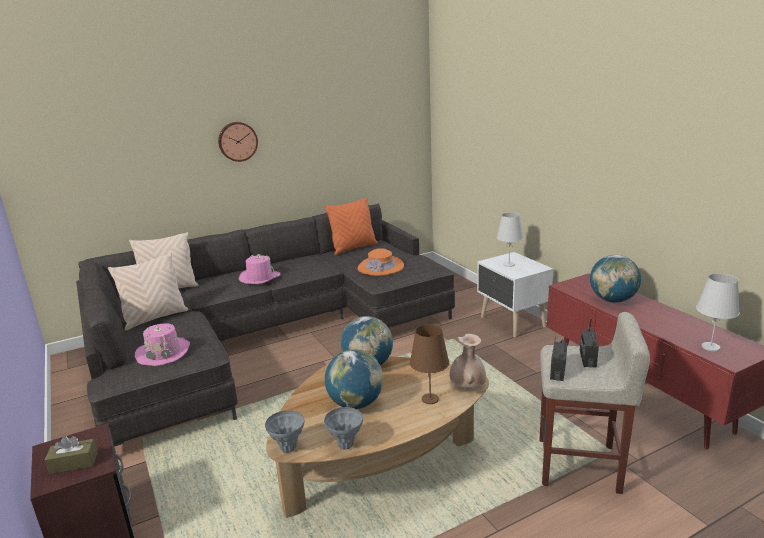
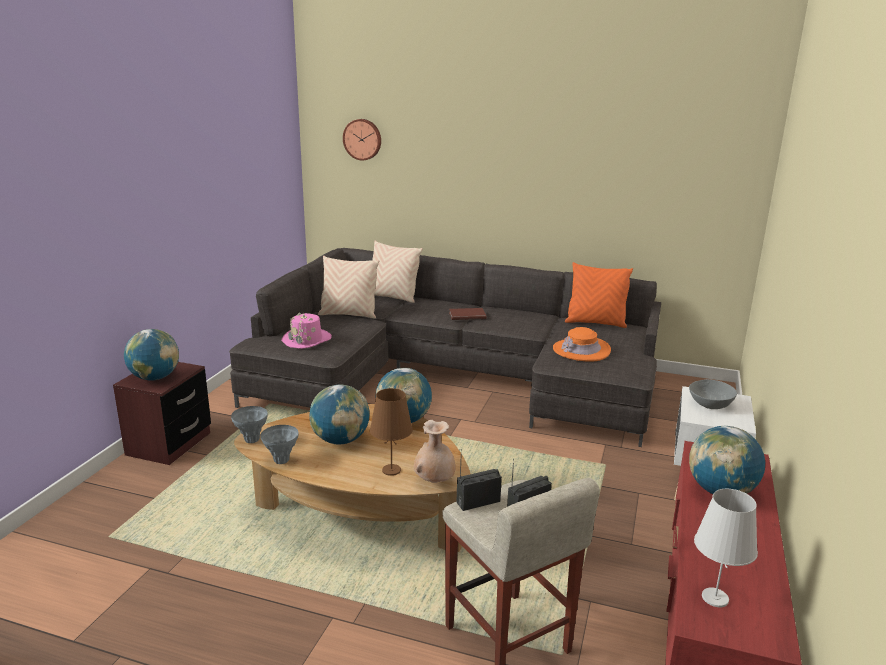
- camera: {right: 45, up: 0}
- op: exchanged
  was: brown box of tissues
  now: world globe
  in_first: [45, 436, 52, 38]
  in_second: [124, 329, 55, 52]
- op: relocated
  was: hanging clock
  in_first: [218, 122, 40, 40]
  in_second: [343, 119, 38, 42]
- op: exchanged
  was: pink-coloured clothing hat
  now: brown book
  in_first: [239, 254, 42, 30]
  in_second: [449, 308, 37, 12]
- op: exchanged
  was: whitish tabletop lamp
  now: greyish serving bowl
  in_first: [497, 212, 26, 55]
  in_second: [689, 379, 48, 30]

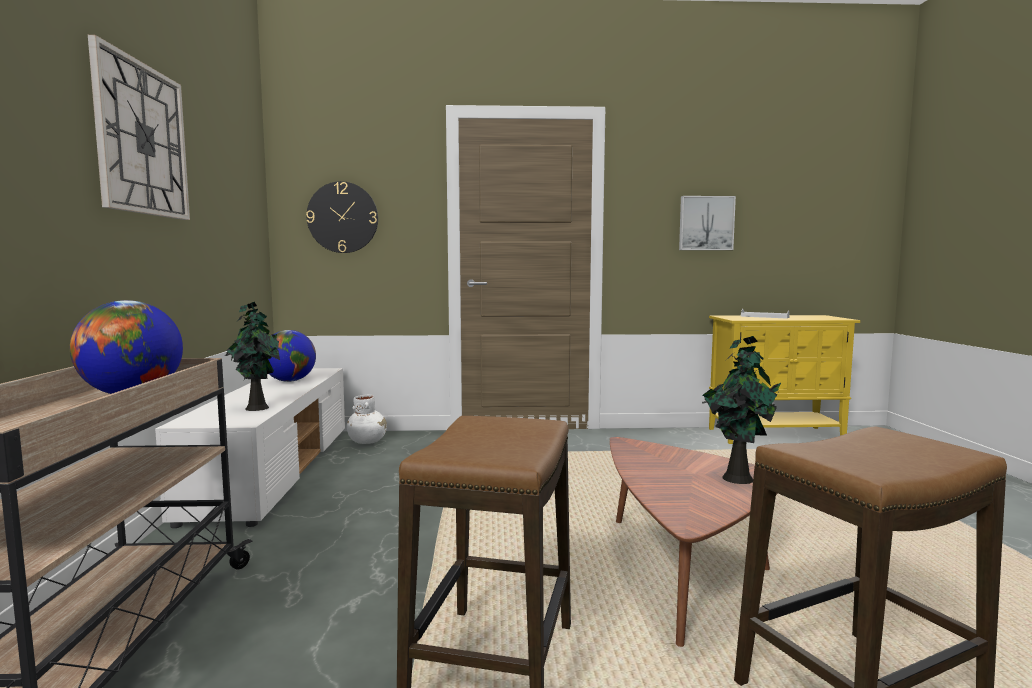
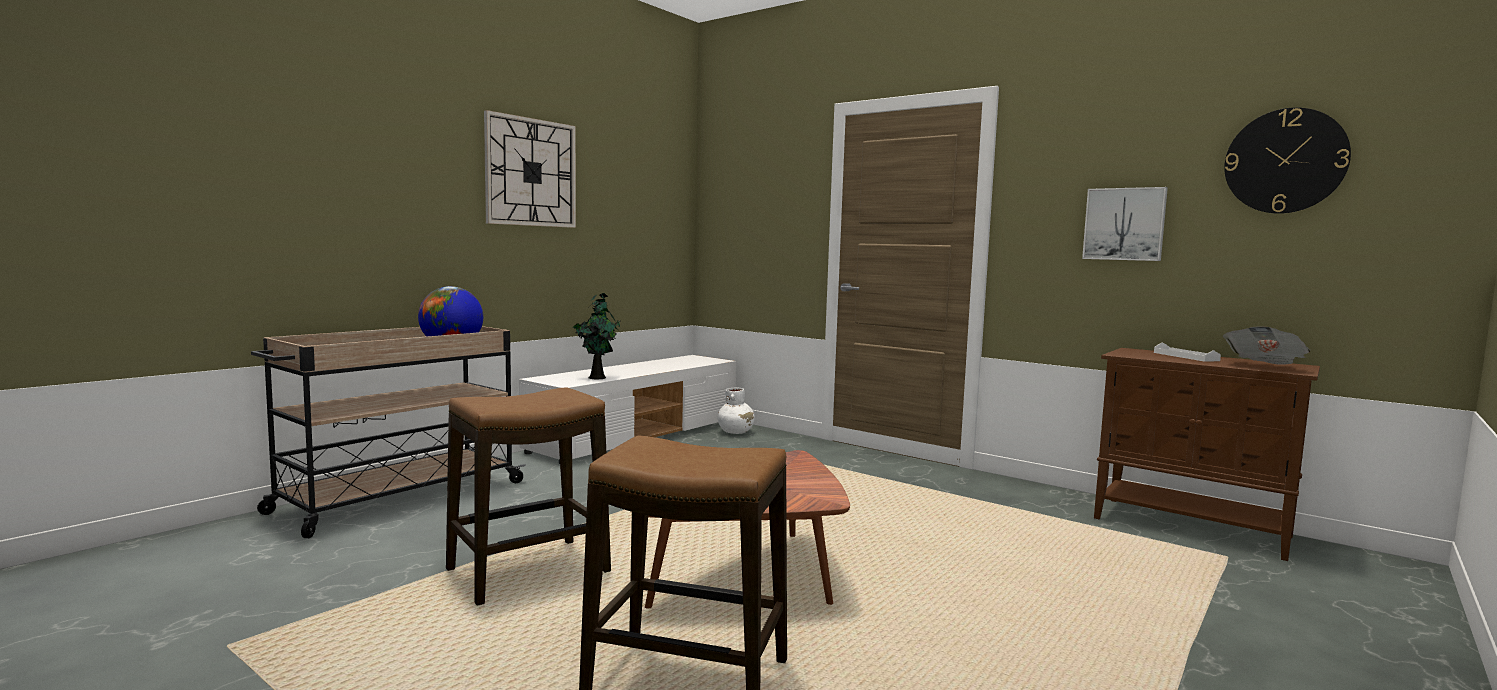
- camera: {right: 40, up: 0}
- op: colour
  was: yellowish storage cabinet
  now: brown storage cabinet
  in_first: [709, 315, 151, 129]
  in_second: [1094, 348, 226, 213]
- op: appeared
  now: printed paper
  in_second: [1223, 326, 87, 39]
- op: relocated
  was: hanging clock
  in_first: [306, 181, 72, 72]
  in_second: [1224, 108, 127, 106]
- op: missing
  was: world globe
  in_first: [268, 330, 48, 52]
- op: missing
  was: potted plant
  in_first: [702, 336, 79, 148]

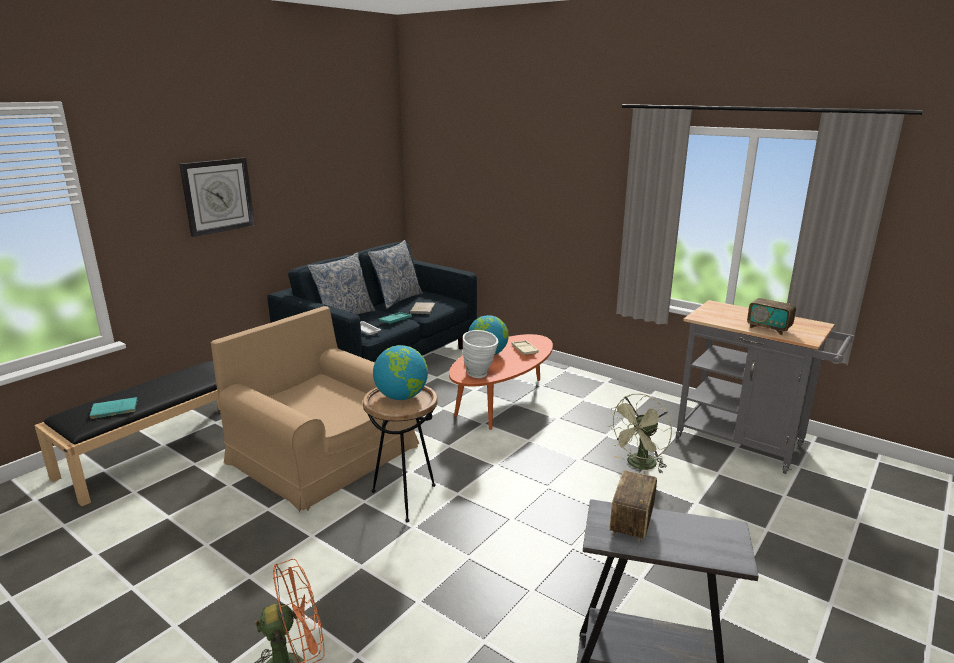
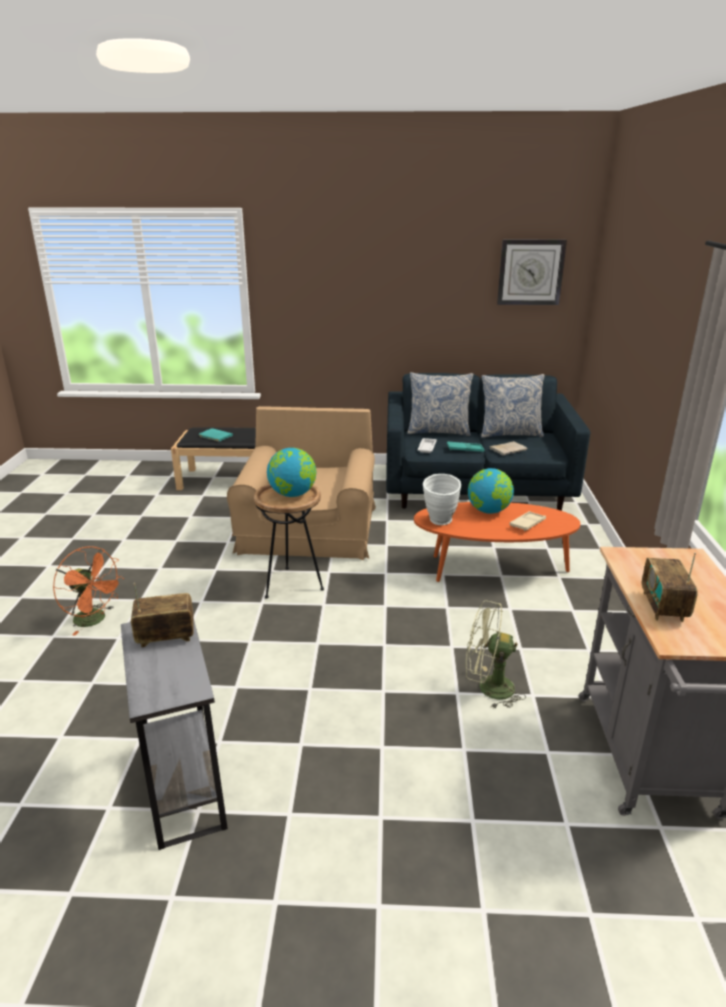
- camera: {right: 55, up: 5}
- op: relocated
  was: hanging clock
  in_first: [179, 158, 76, 79]
  in_second: [497, 239, 70, 66]

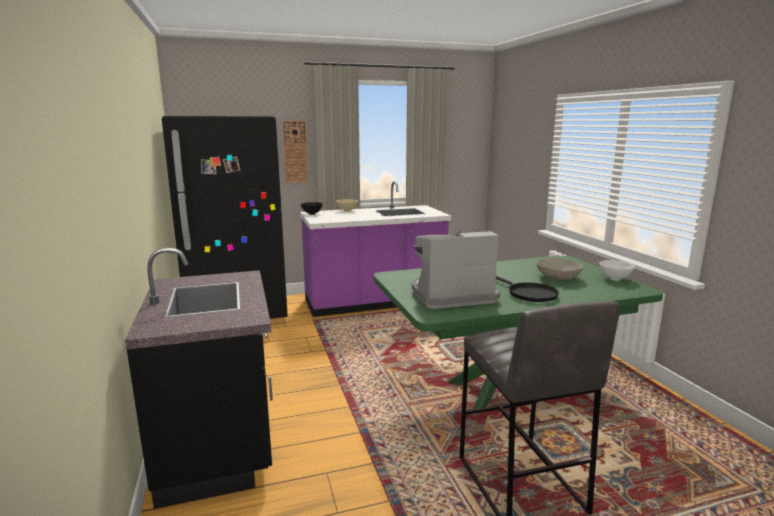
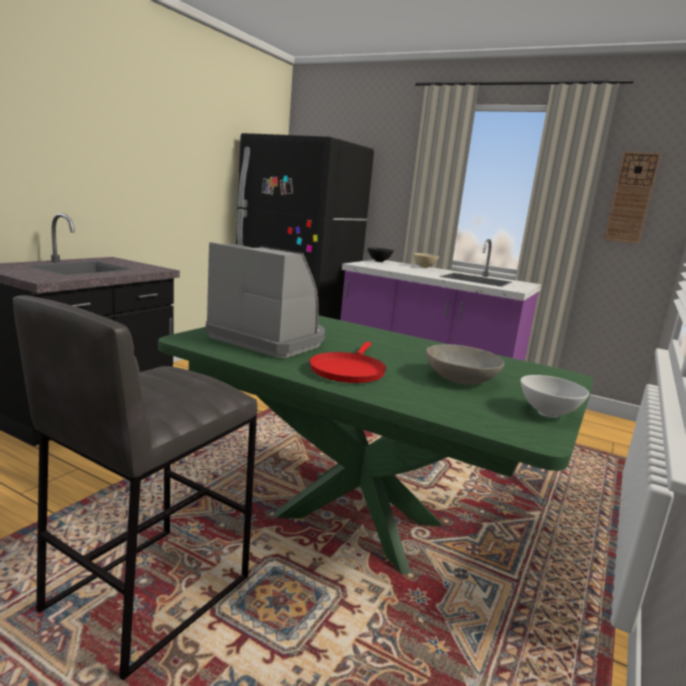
- camera: {right: 45, up: 0}
- op: colour
  was: blackish frying pan
  now: red-coloured frying pan
  in_first: [496, 276, 63, 26]
  in_second: [309, 342, 77, 41]
- op: relocated
  was: hanging clock
  in_first: [283, 121, 26, 62]
  in_second: [604, 152, 57, 92]

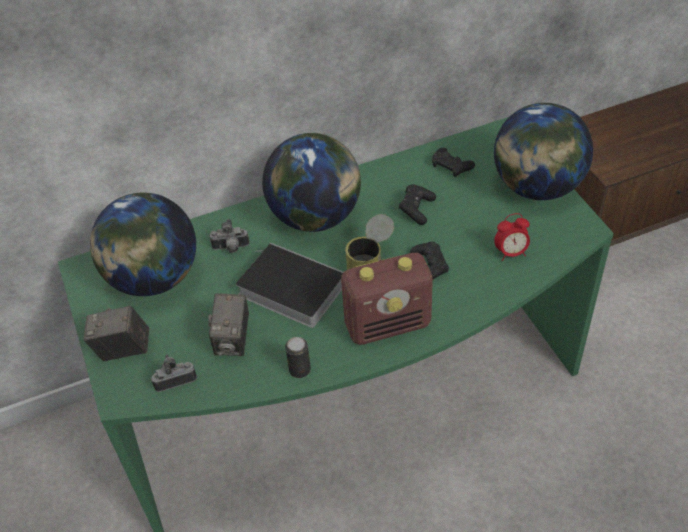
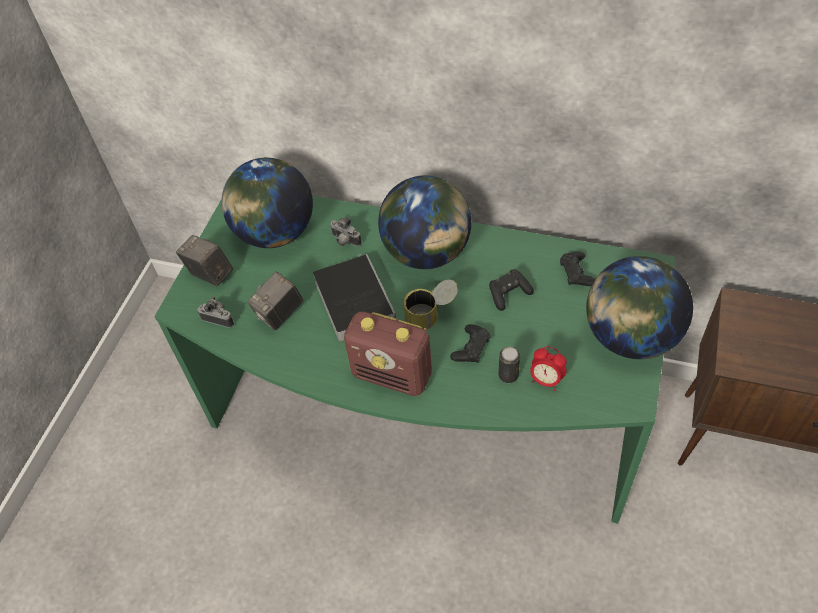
- camera: {right: 40, up: 5}
- op: relocated
  was: sealed can
  in_first: [285, 337, 26, 41]
  in_second: [498, 347, 22, 36]

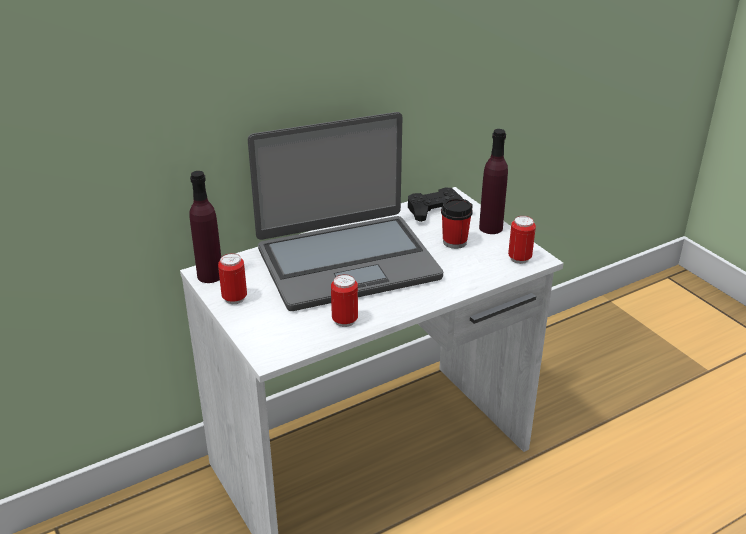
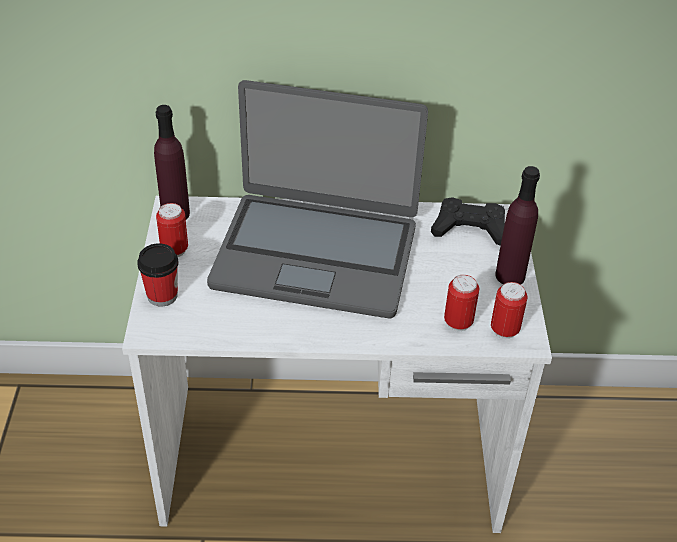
- camera: {right: 30, up: 10}
- op: relocated
  was: drinking cup
  in_first: [441, 198, 32, 51]
  in_second: [137, 243, 41, 64]
- op: relocated
  was: sealed can
  in_first: [331, 274, 27, 53]
  in_second: [444, 275, 35, 56]

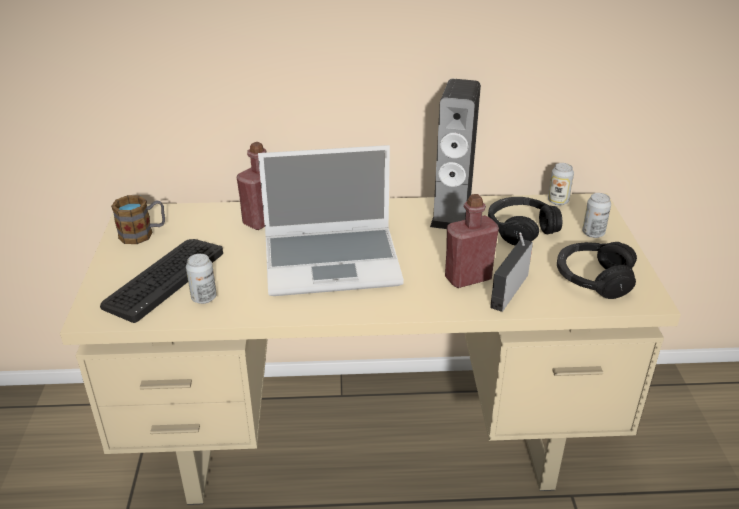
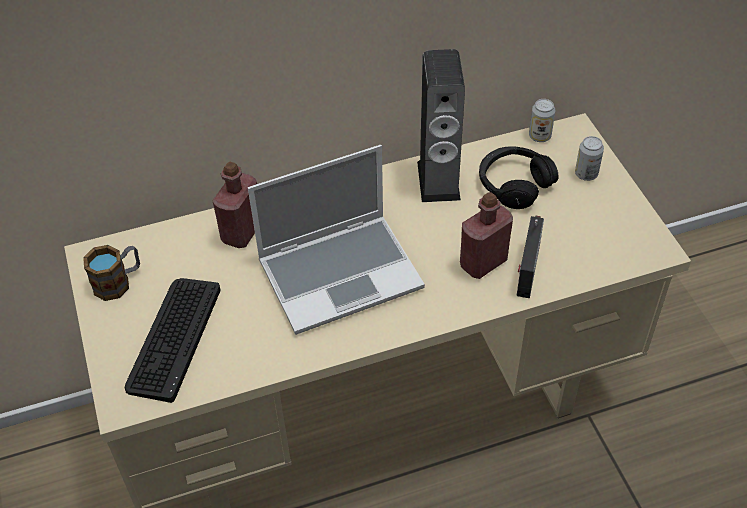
- camera: {right: -15, up: 15}
- op: missing
  was: sealed can
  in_first: [186, 254, 31, 50]
- op: missing
  was: blackish headset
  in_first: [557, 242, 80, 57]

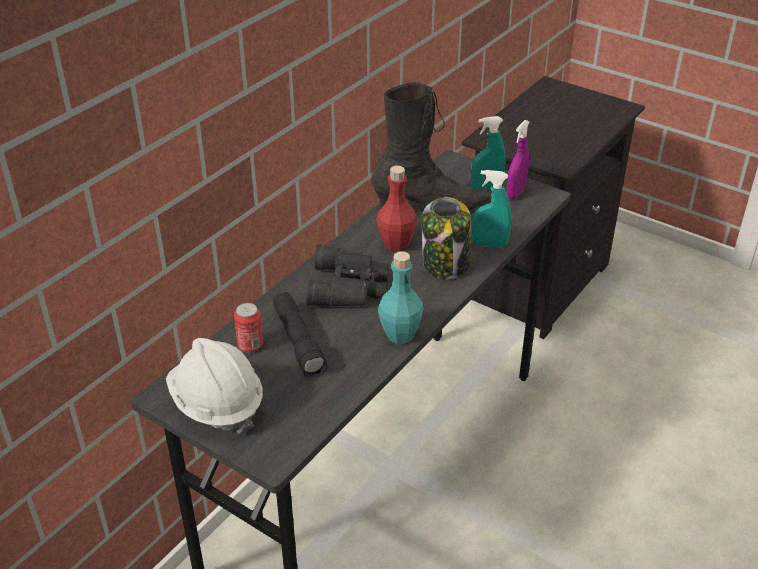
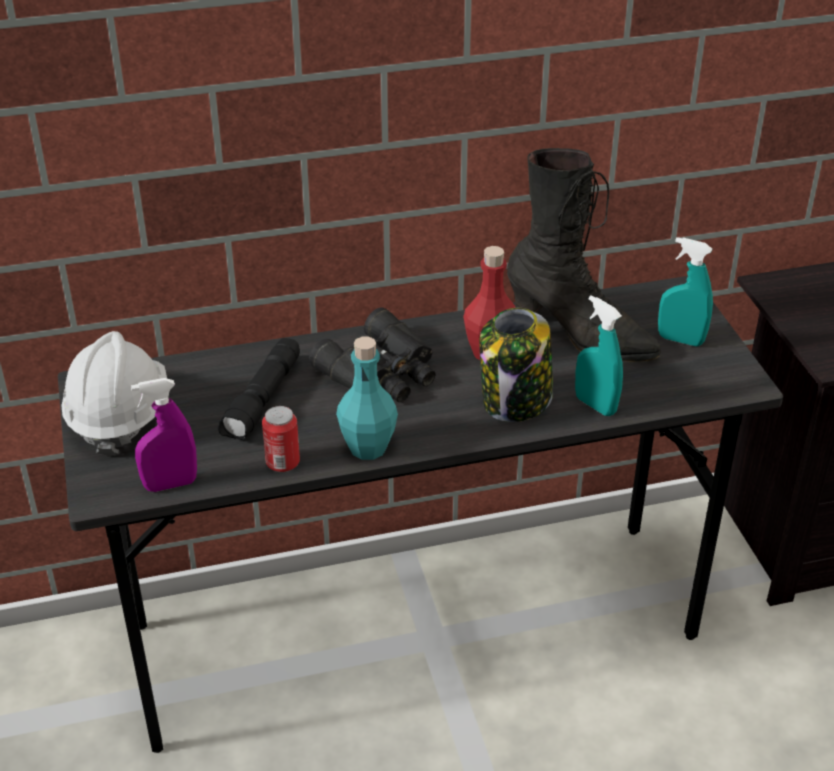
- camera: {right: 40, up: 0}
- op: relocated
  was: purple spray bottle
  in_first: [506, 120, 23, 79]
  in_second: [131, 378, 66, 114]
- op: relocated
  was: sealed can
  in_first: [234, 303, 29, 50]
  in_second: [262, 406, 38, 66]

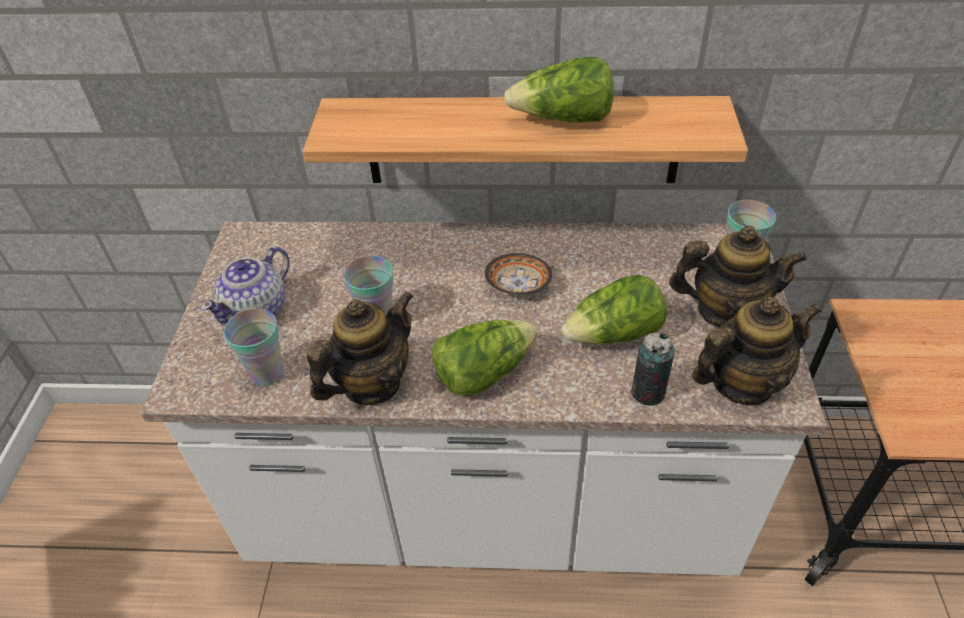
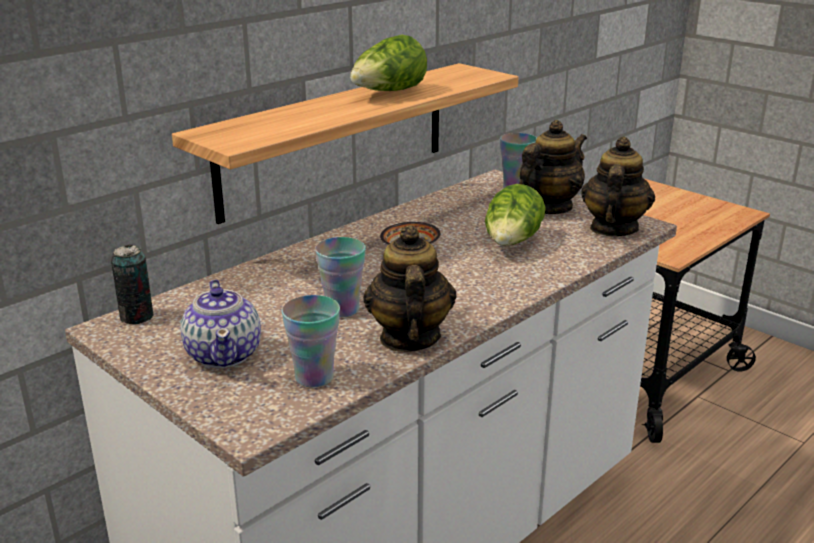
- camera: {right: -50, up: -20}
- op: relocated
  was: sealed can
  in_first: [631, 333, 44, 73]
  in_second: [111, 245, 43, 79]
- op: missing
  was: lettuce
  in_first: [432, 320, 105, 76]

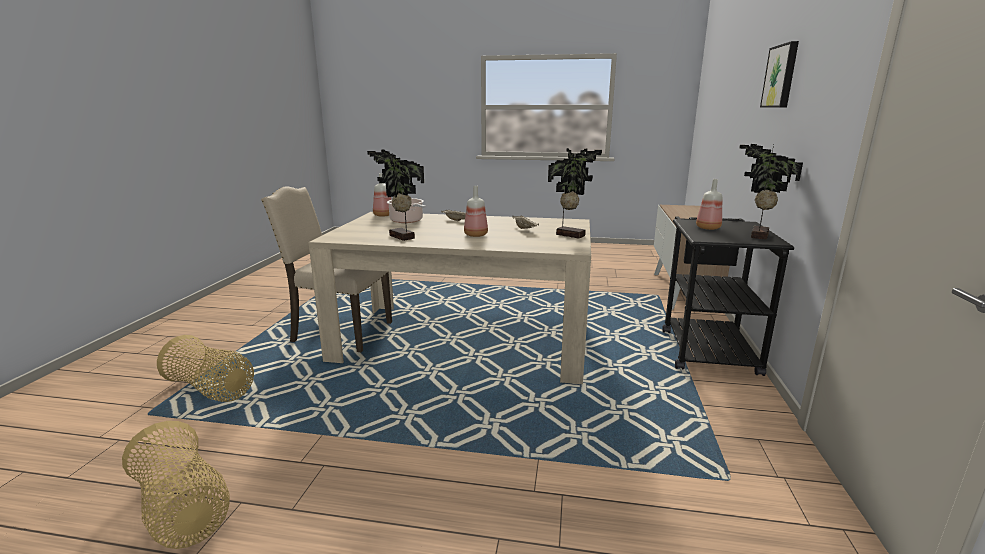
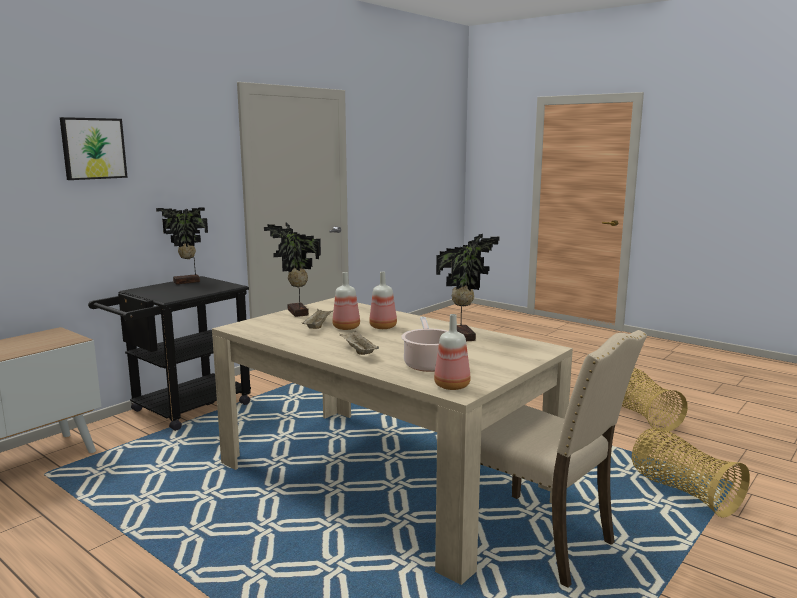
- camera: {right: -150, up: -5}
- op: relocated
  was: beverage bottle
  in_first: [696, 179, 26, 51]
  in_second: [332, 272, 28, 58]

